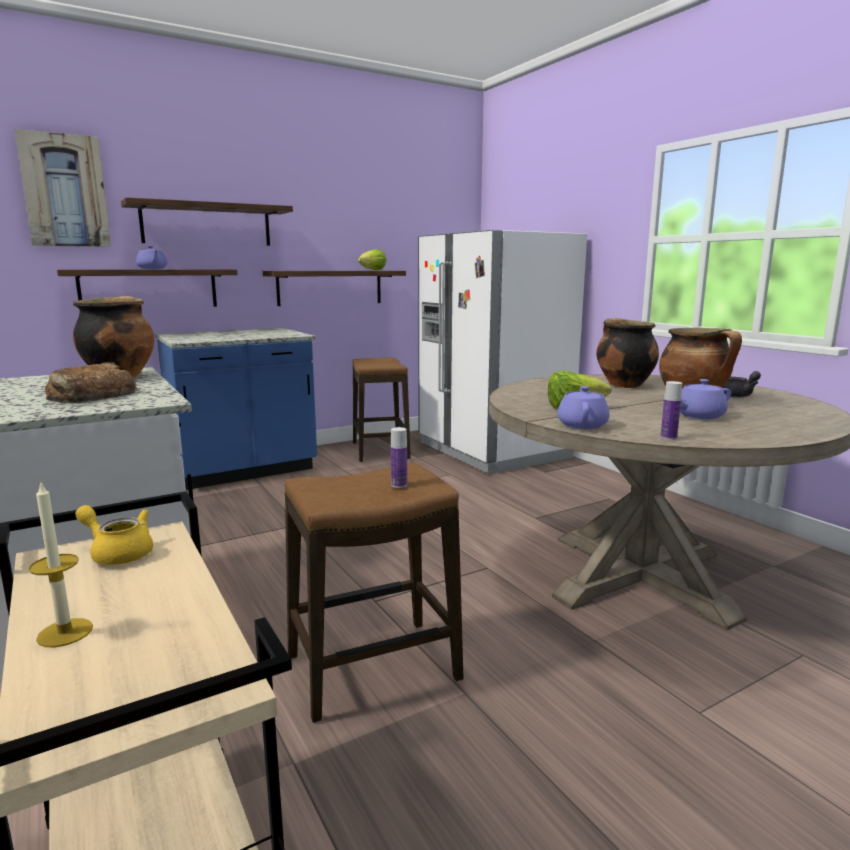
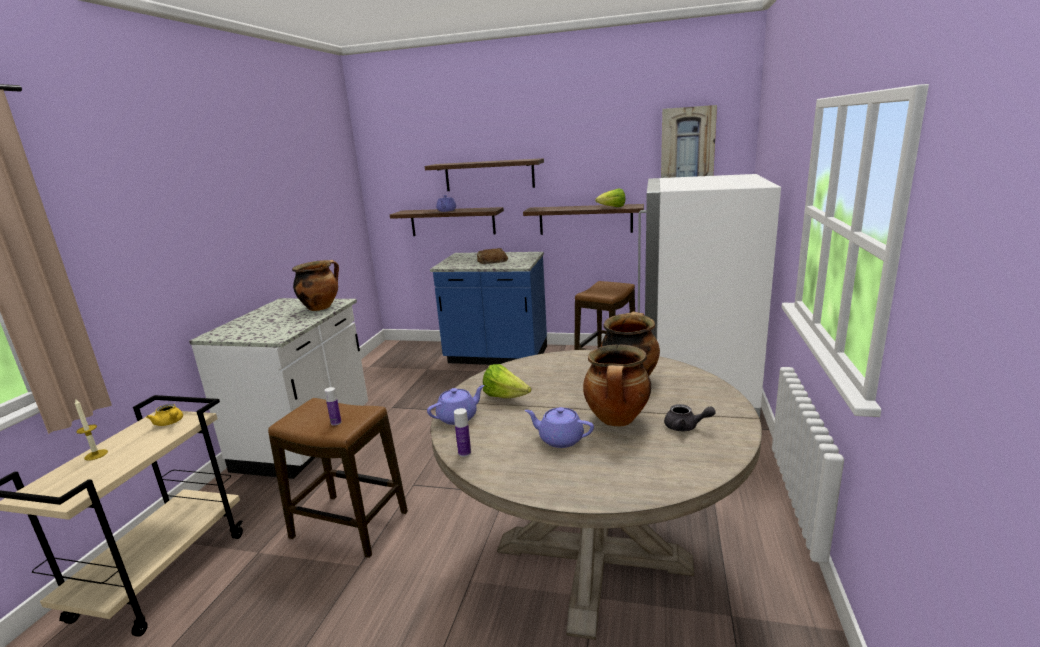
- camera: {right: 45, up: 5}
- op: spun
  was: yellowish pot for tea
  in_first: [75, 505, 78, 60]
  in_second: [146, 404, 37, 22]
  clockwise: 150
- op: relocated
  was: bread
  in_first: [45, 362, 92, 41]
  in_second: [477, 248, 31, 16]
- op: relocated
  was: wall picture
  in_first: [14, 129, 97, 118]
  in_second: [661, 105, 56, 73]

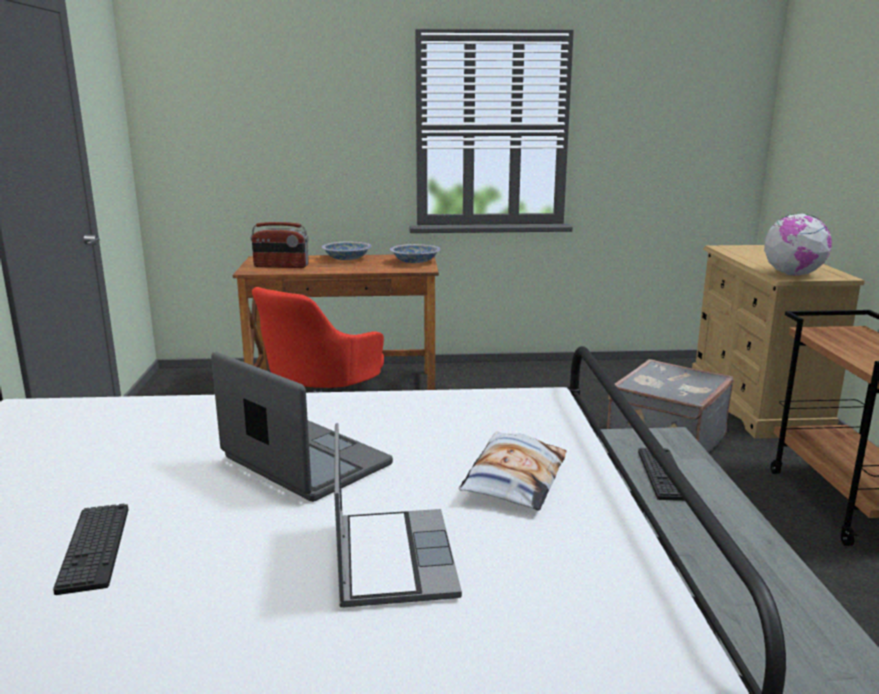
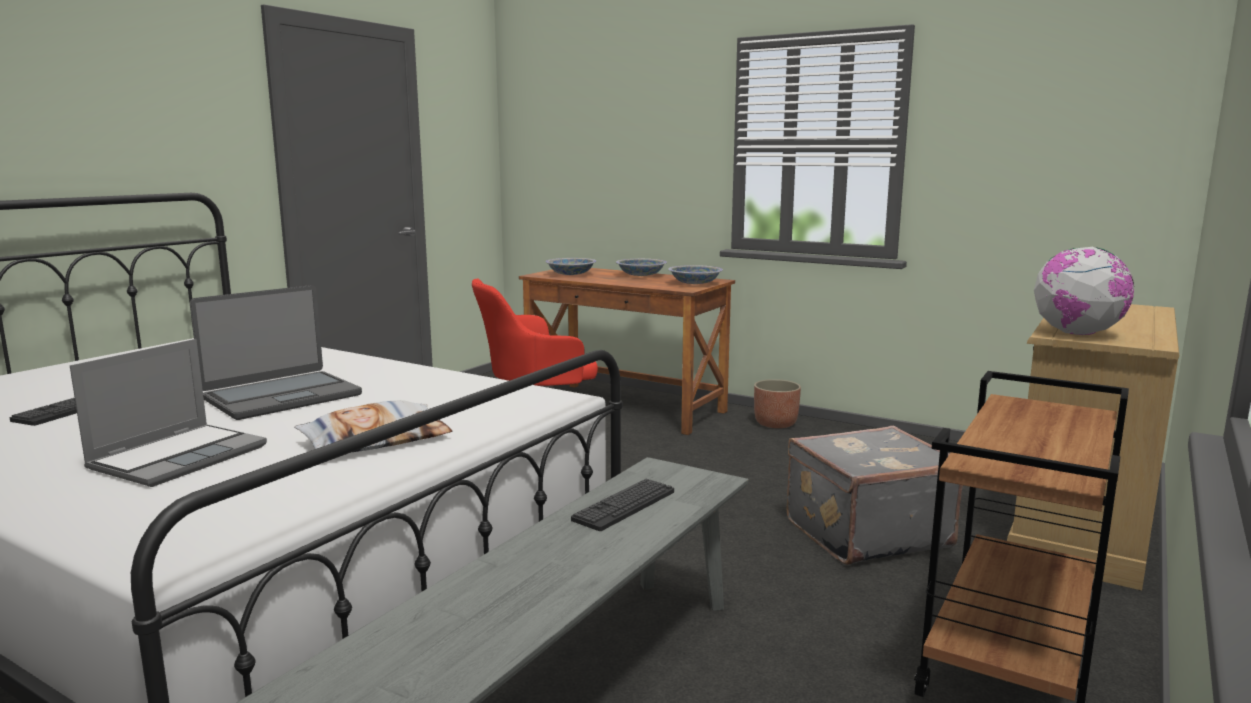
- camera: {right: 35, up: -5}
- op: spun
  was: notebook computer
  in_first: [211, 352, 182, 150]
  in_second: [190, 285, 172, 135]
  clockwise: 60
- op: exchanged
  was: radio receiver
  now: serving bowl
  in_first: [251, 222, 58, 46]
  in_second: [545, 258, 51, 17]
- op: appeared
  now: plant pot
  in_second: [754, 379, 47, 49]

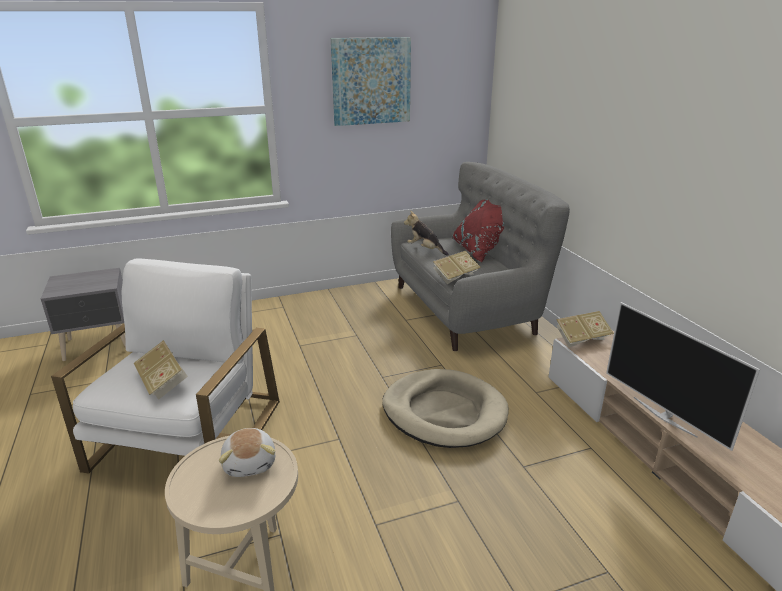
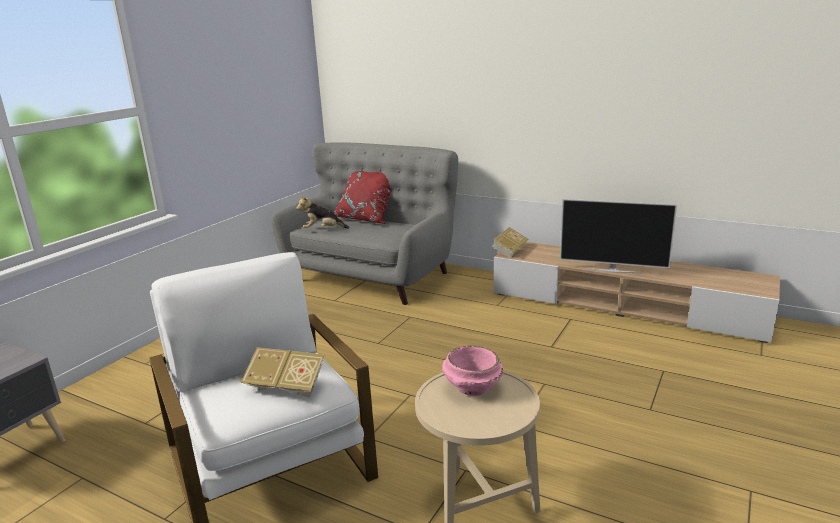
- camera: {right: -40, up: -5}
- op: exchanged
  was: soft toy
  now: pink-coloured serving bowl
  in_first: [219, 428, 56, 49]
  in_second: [442, 345, 61, 51]
- op: missing
  was: wall picture
  in_first: [331, 37, 80, 89]
- op: missing
  was: beige dog cushion
  in_first: [382, 369, 127, 79]
- op: missing
  was: book
  in_first: [433, 251, 48, 33]

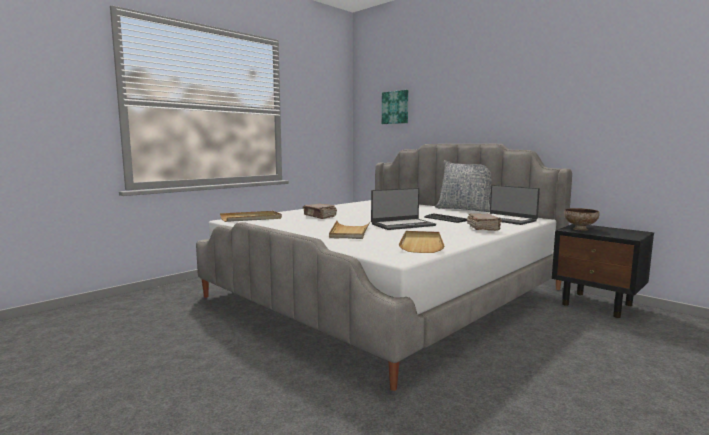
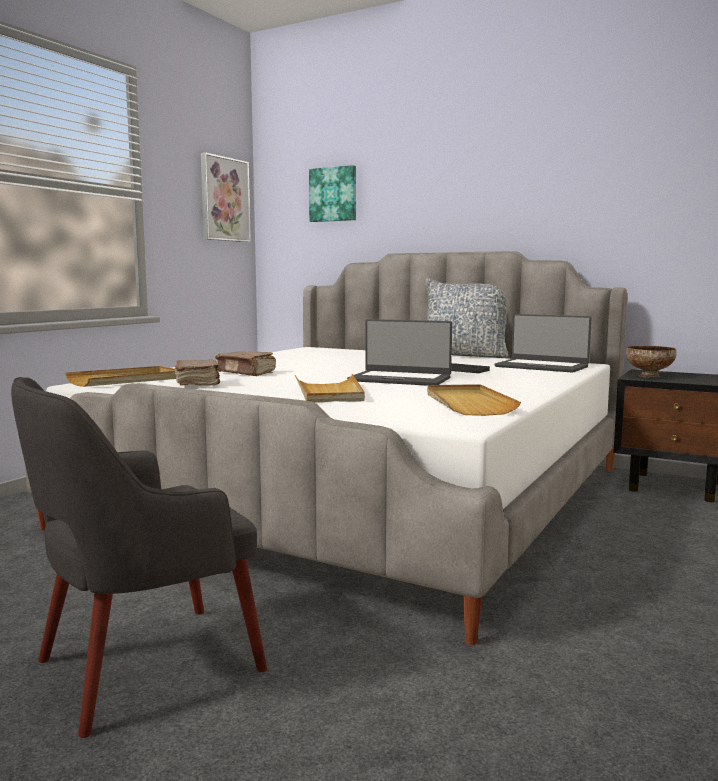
- camera: {right: -15, up: 0}
- op: appeared
  now: greyish easy chair
  in_second: [11, 377, 256, 361]
- op: relocated
  was: brown book
  in_first: [467, 213, 35, 18]
  in_second: [175, 359, 47, 27]
- op: appeared
  now: wall picture
  in_second: [201, 152, 50, 90]
- op: spun
  was: notebook computer
  in_first: [371, 188, 65, 42]
  in_second: [347, 319, 105, 66]
  clockwise: 60

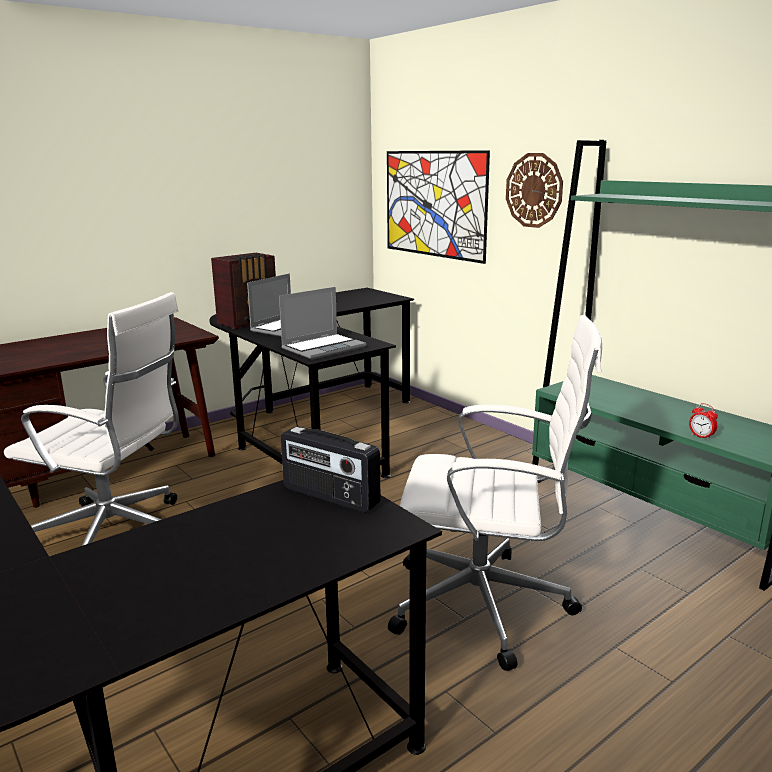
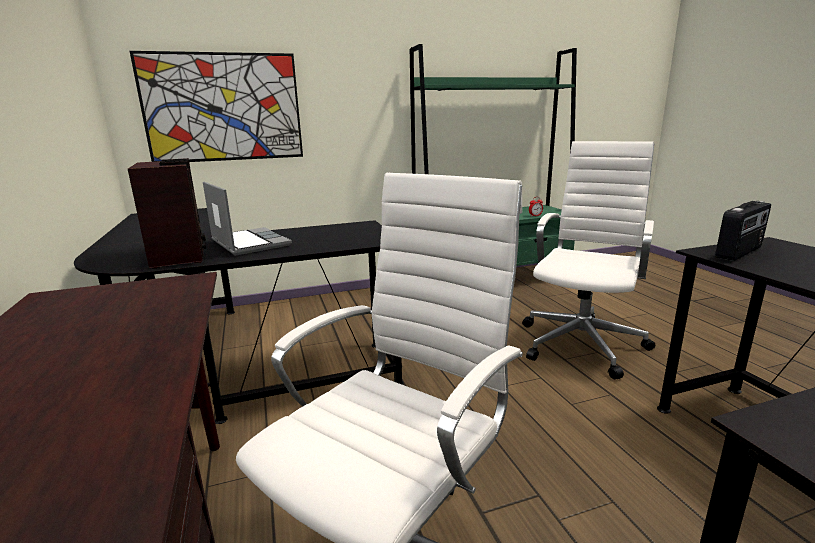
- camera: {right: -70, up: 0}
- op: missing
  was: notebook computer
  in_first: [279, 287, 87, 73]
- op: missing
  was: hanging clock
  in_first: [506, 153, 57, 75]

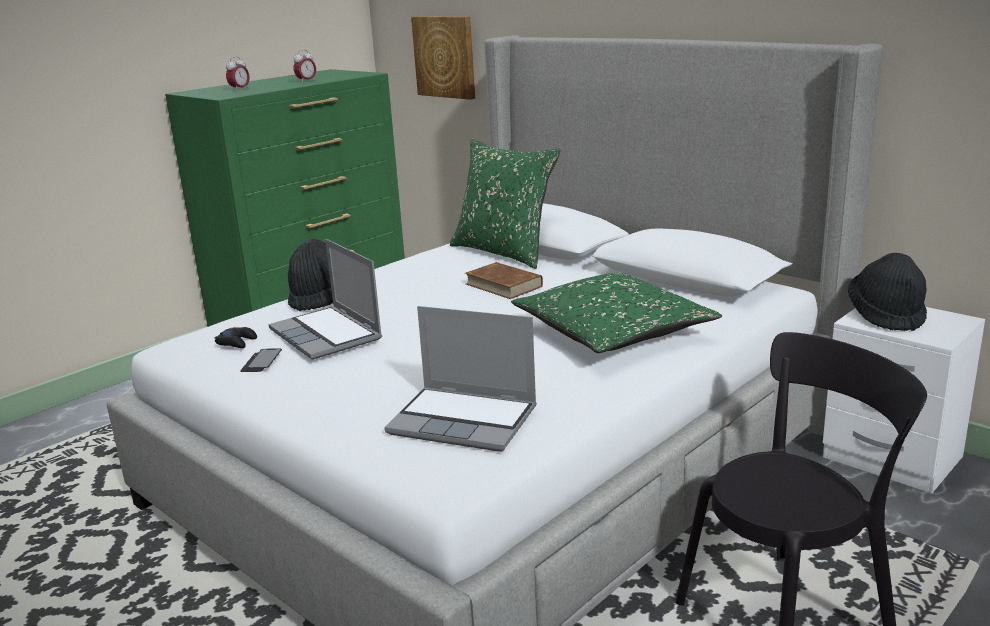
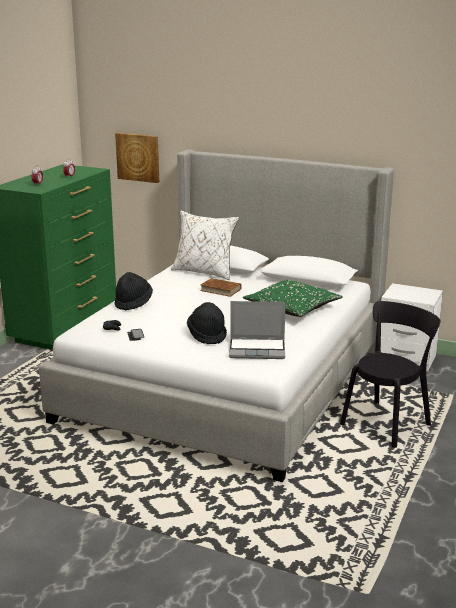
- camera: {right: -20, up: 0}
- op: colour
  was: green cushion
  now: whitish cushion
  in_first: [450, 139, 110, 130]
  in_second: [171, 211, 68, 69]
- op: relocated
  was: blackish clothing hat
  in_first: [848, 253, 79, 78]
  in_second: [187, 302, 40, 42]
- op: missing
  was: notebook computer
  in_first: [268, 239, 114, 121]

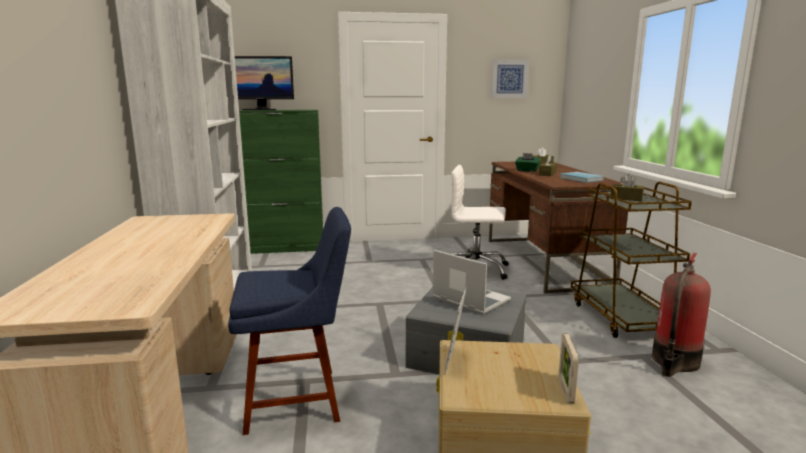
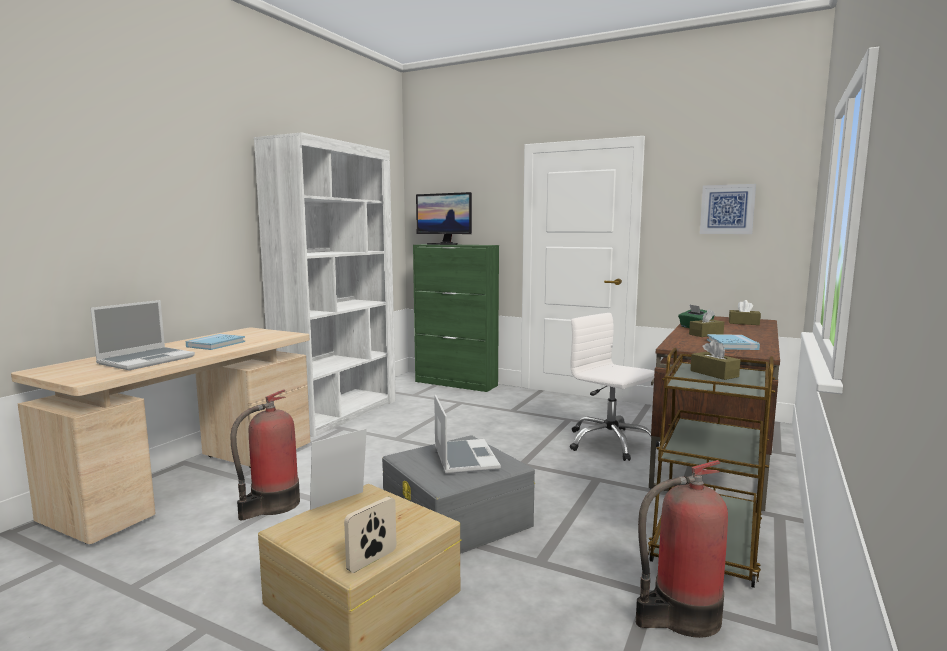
- camera: {right: 35, up: -5}
- op: appeared
  now: notebook computer
  in_second: [91, 300, 104, 70]
- op: appeared
  now: blue book
  in_second: [186, 334, 59, 16]
- op: exchanged
  was: blue chair
  now: fire extinguisher
  in_first: [228, 207, 123, 228]
  in_second: [230, 389, 70, 131]

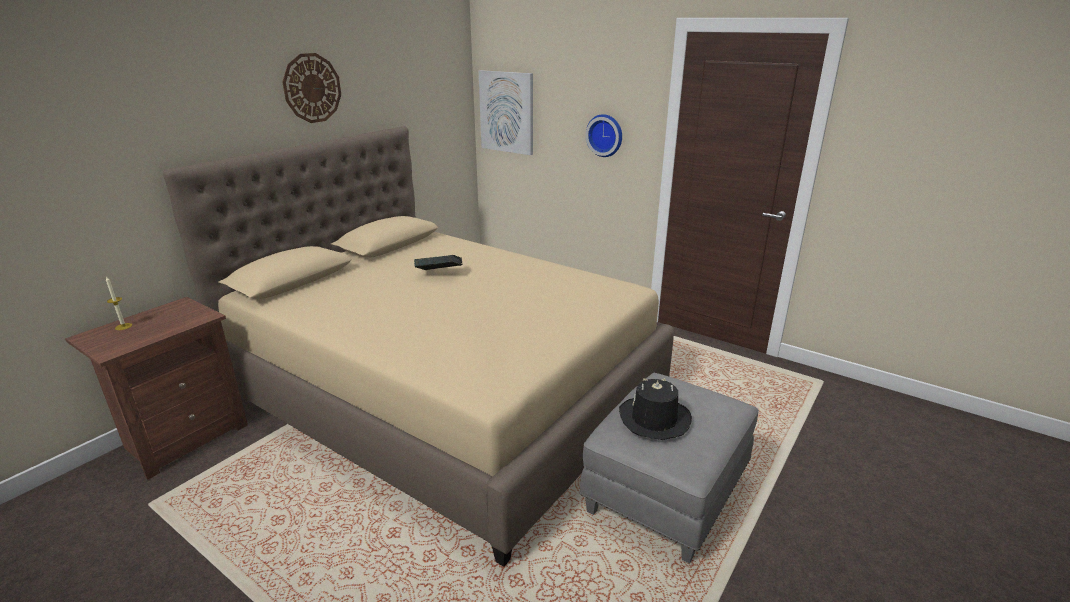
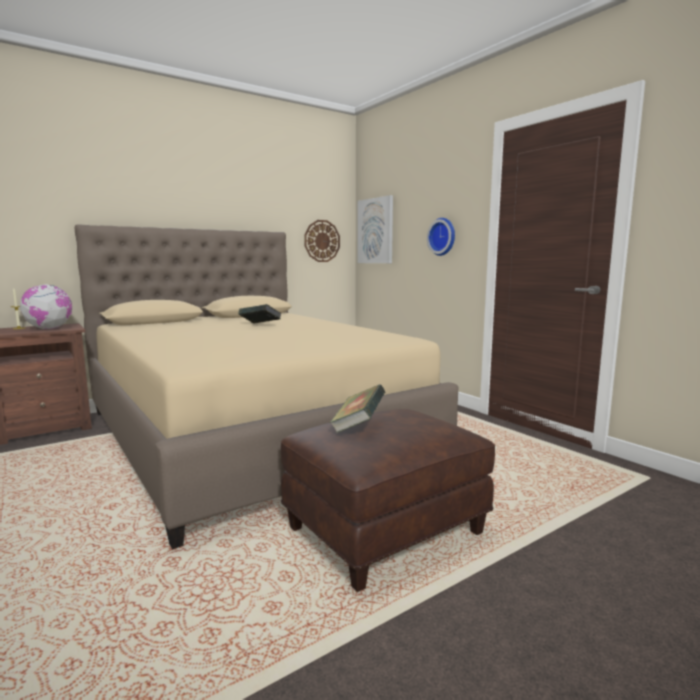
- camera: {right: 20, up: -15}
- op: appeared
  now: world globe
  in_second: [20, 284, 52, 45]
- op: colour
  was: greyish ottoman
  now: brown ottoman
  in_first: [579, 373, 180, 191]
  in_second: [281, 409, 214, 183]
- op: relocated
  was: hanging clock
  in_first: [282, 53, 59, 70]
  in_second: [304, 220, 36, 42]
- op: exchanged
  was: blackish clothing hat
  now: book
  in_first: [619, 378, 73, 62]
  in_second: [330, 384, 55, 50]

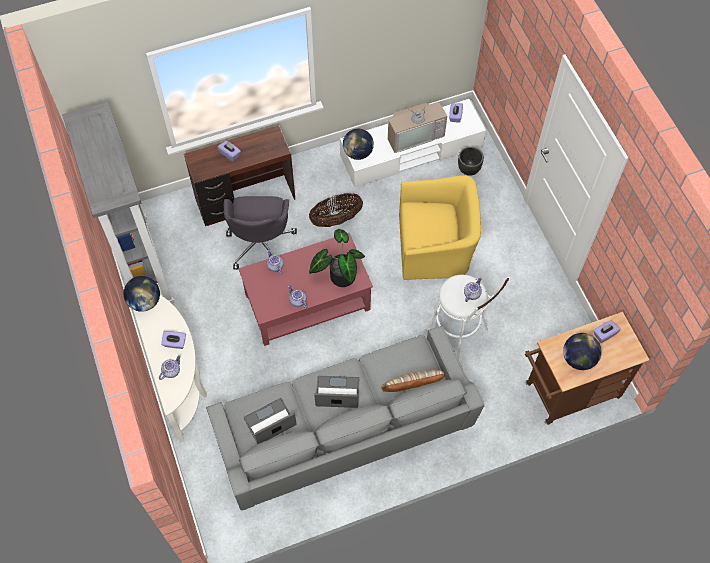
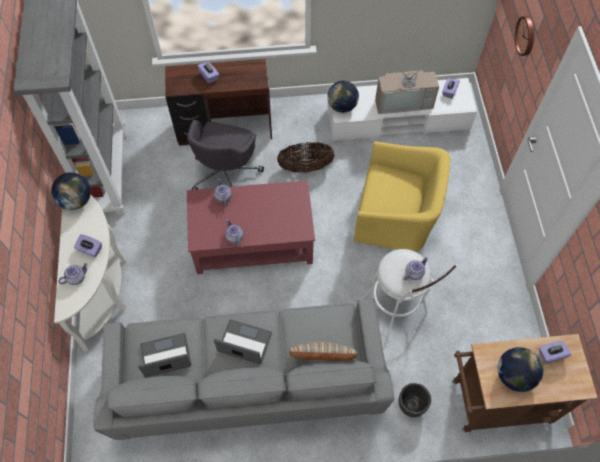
- camera: {right: 15, up: 0}
- op: relocated
  was: blackish plant pot
  in_first: [458, 147, 26, 29]
  in_second: [399, 383, 32, 34]
- op: appeared
  now: hanging clock
  in_second: [515, 16, 19, 40]
- op: missing
  was: potted plant
  in_first: [309, 229, 56, 58]

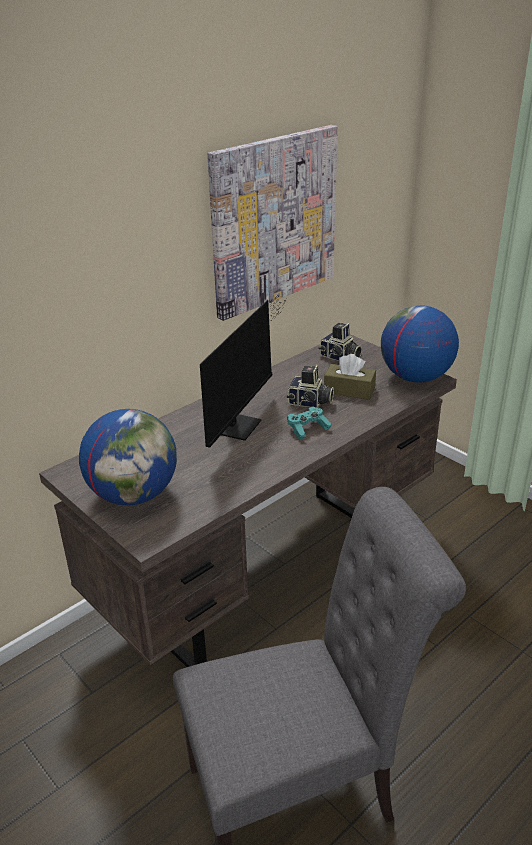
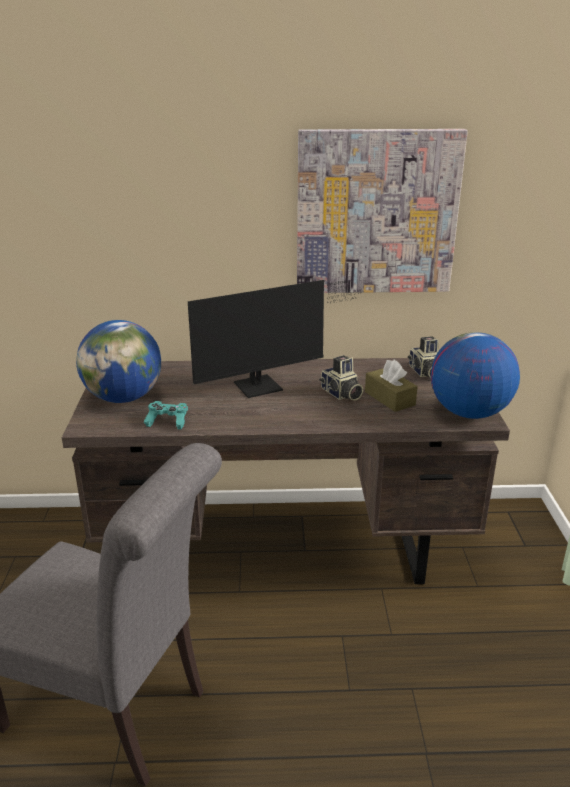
- camera: {right: 40, up: -5}
- op: relocated
  was: turquoise-coloured game controller
  in_first: [287, 406, 45, 34]
  in_second: [144, 401, 44, 29]

